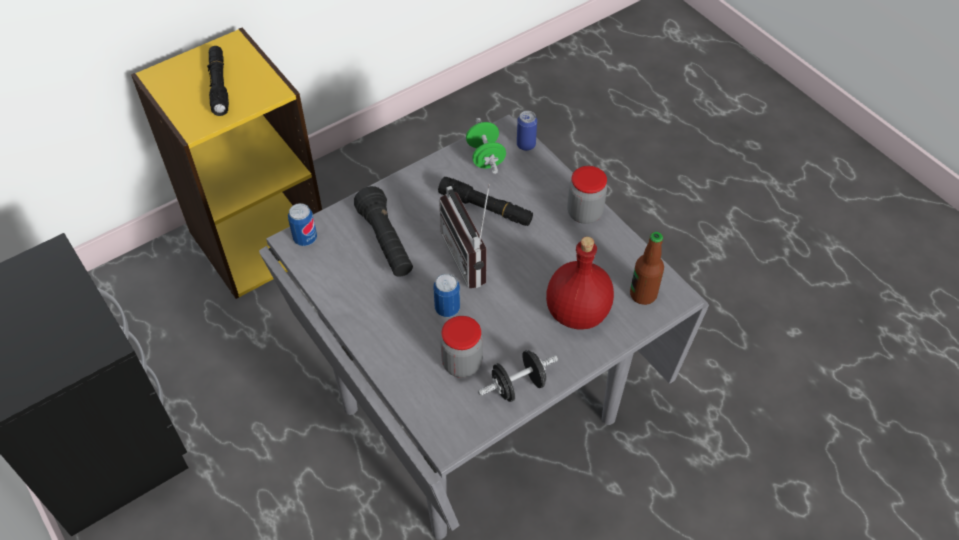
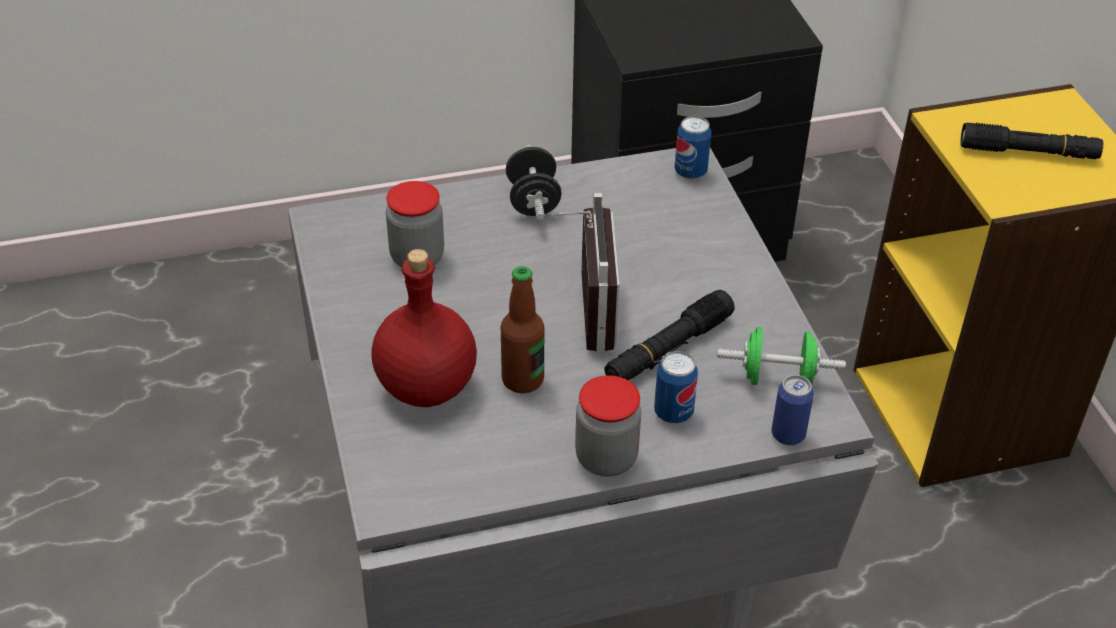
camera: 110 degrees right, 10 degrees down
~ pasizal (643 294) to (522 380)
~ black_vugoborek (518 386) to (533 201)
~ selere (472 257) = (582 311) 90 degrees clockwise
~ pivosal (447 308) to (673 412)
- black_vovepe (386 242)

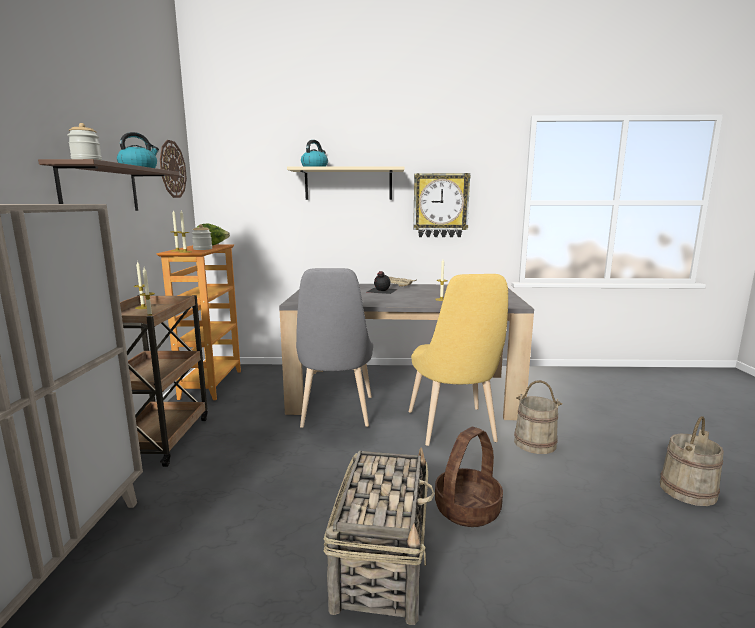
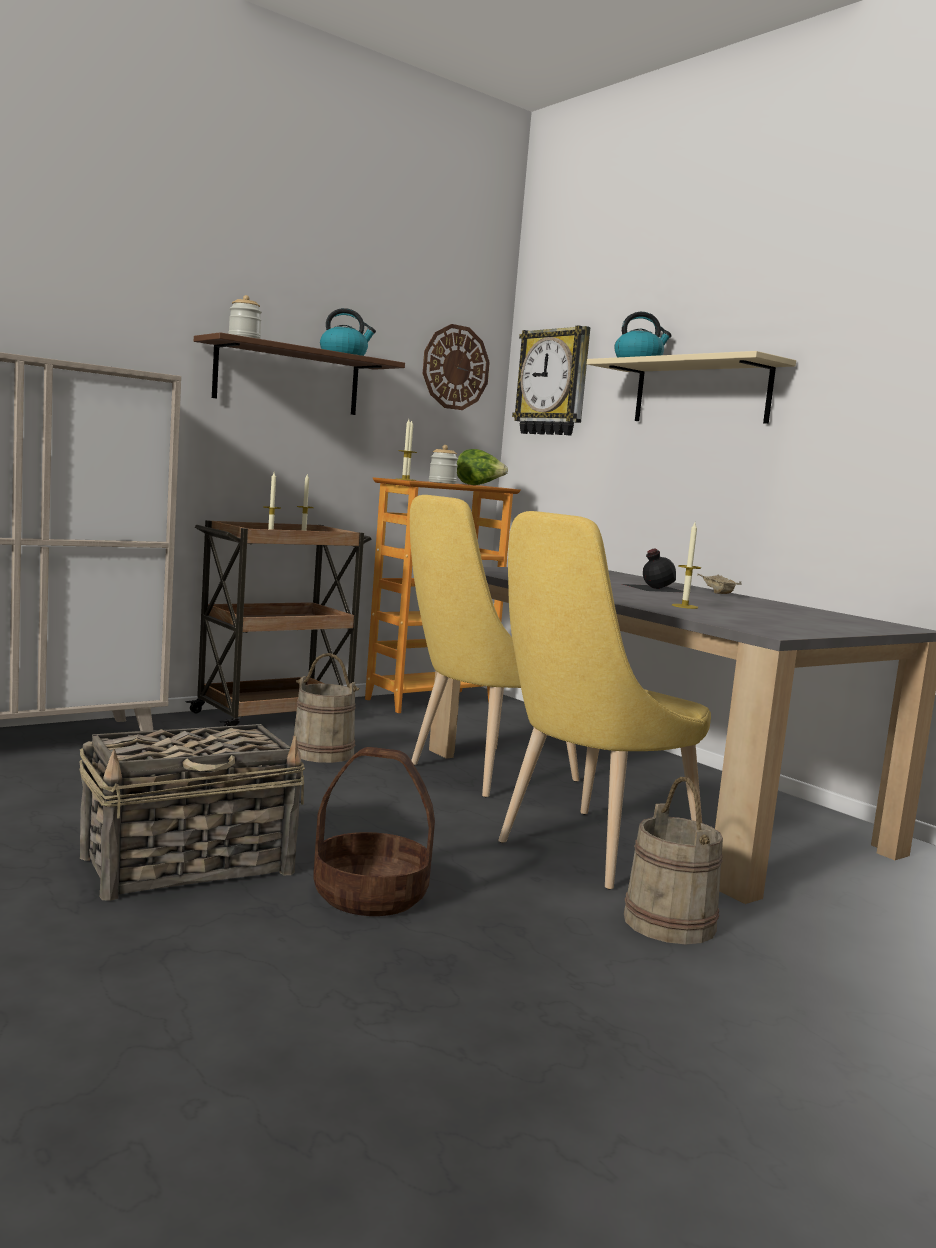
camera: 50 degrees right, 5 degrees down
~ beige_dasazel (687 490) to (323 753)
~ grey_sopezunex (336 414) to yellow_sopezunex (482 774)
~ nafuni (440 205) to (553 382)

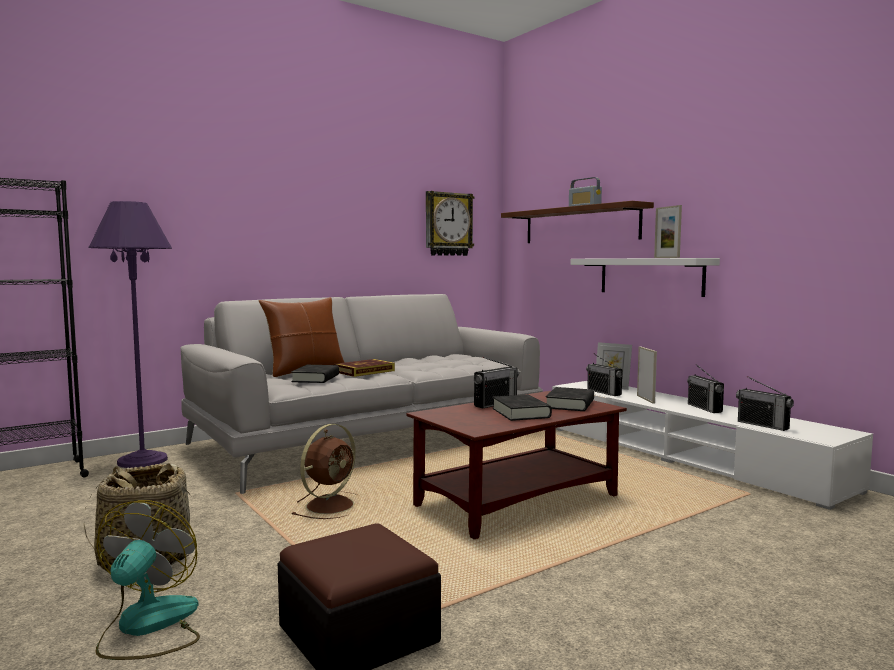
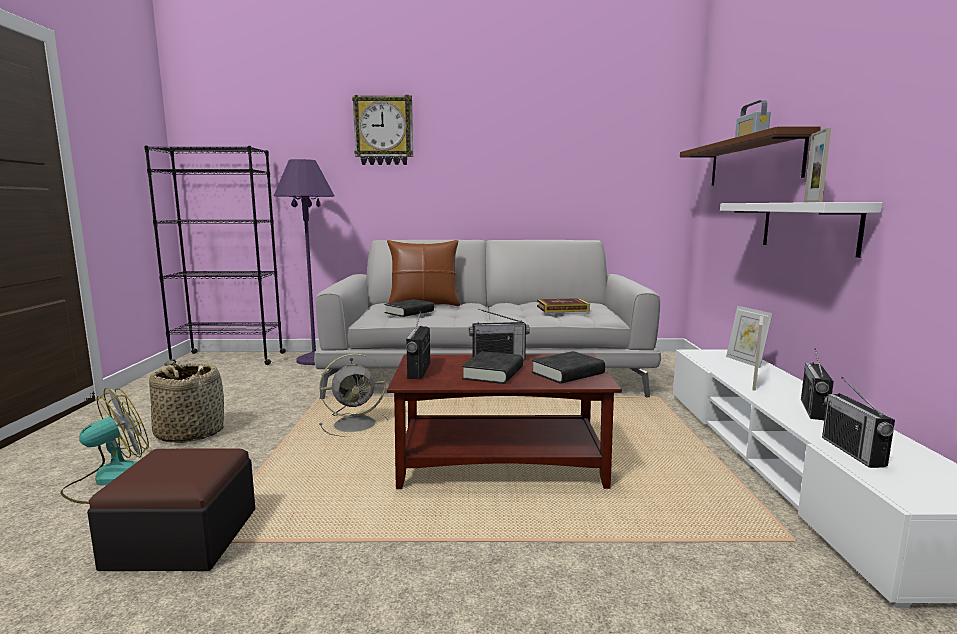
camera: 35 degrees right, 5 degrees up
~ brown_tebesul (331 505) to grey_tebesul (357 424)
~ nafuni (448 224) to (384 131)
~ selere (604 392) to (419 370)
~ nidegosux (364 371) to (562 309)

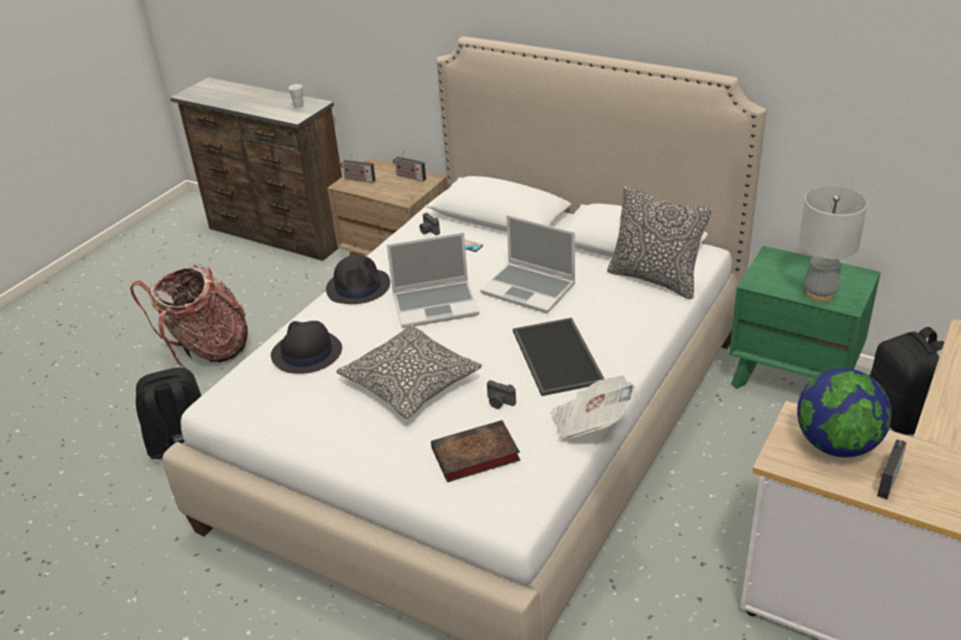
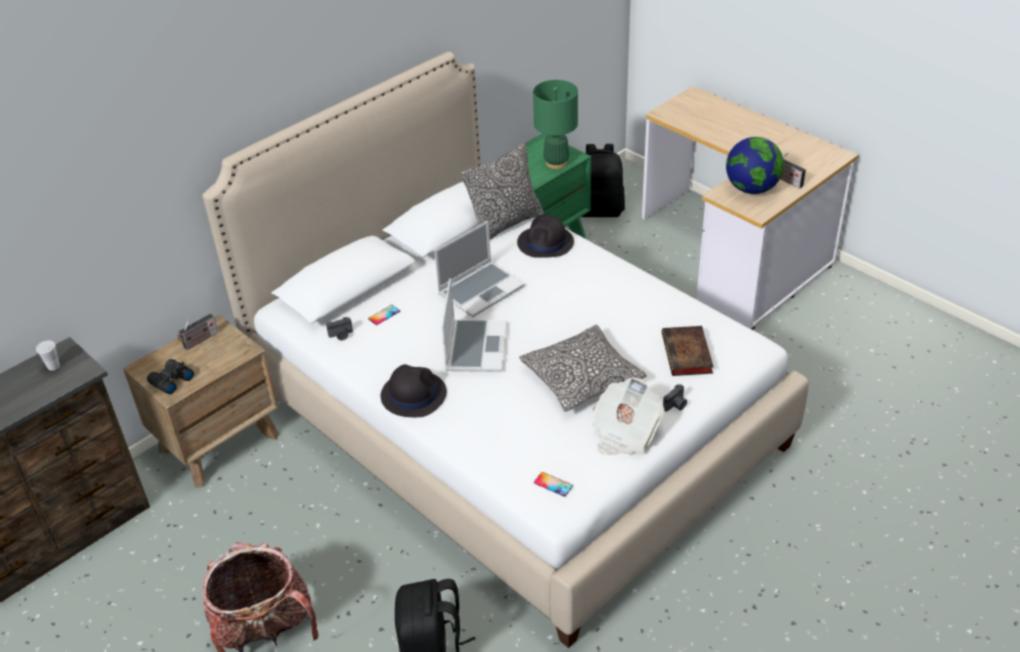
camera: 75 degrees left, 5 degrees up
~ selere (358 179) to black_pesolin (170 381)
~ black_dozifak (306 353) to (545 243)
~ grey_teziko (820 294) to green_teziko (556 163)
+ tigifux (553 484)
~ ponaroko (590 424) to (624 432)
~ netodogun (499 402) to (676 405)
- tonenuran (555 356)

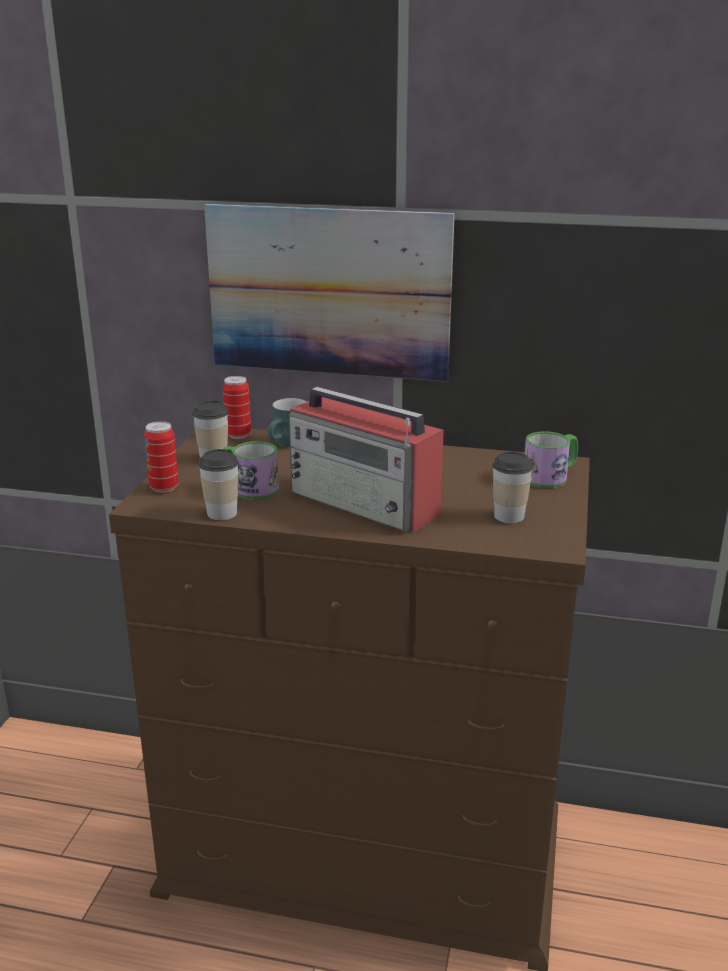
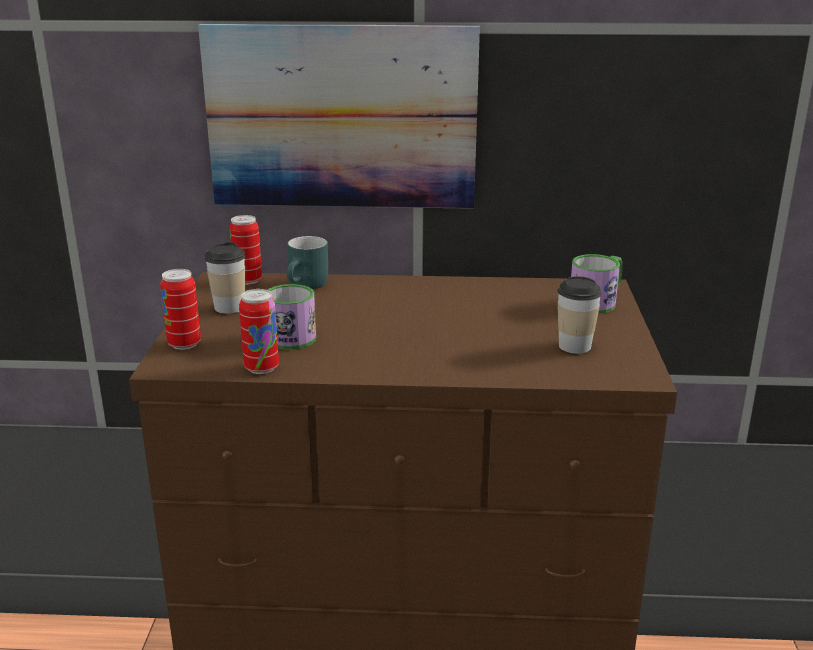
camera: 10 degrees left, 0 degrees up
~ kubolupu (222 513) to pivosal (261 368)
- selere (365 504)

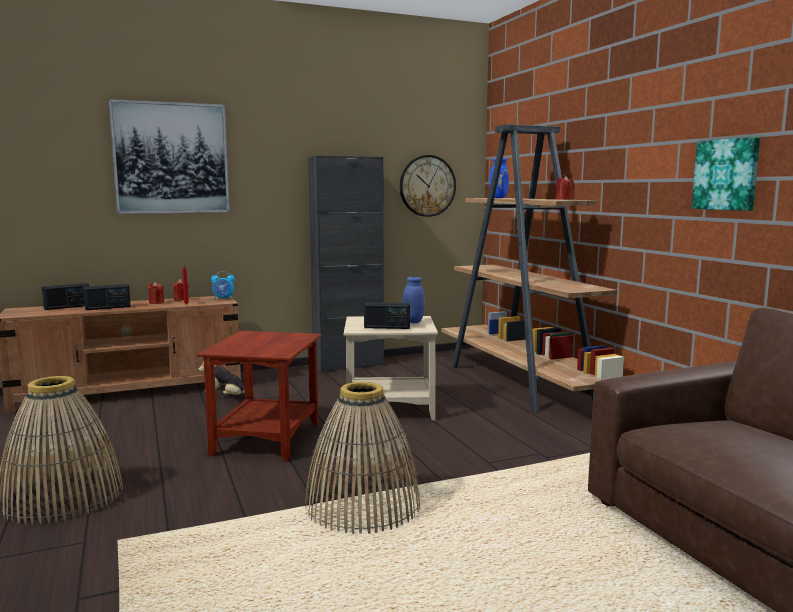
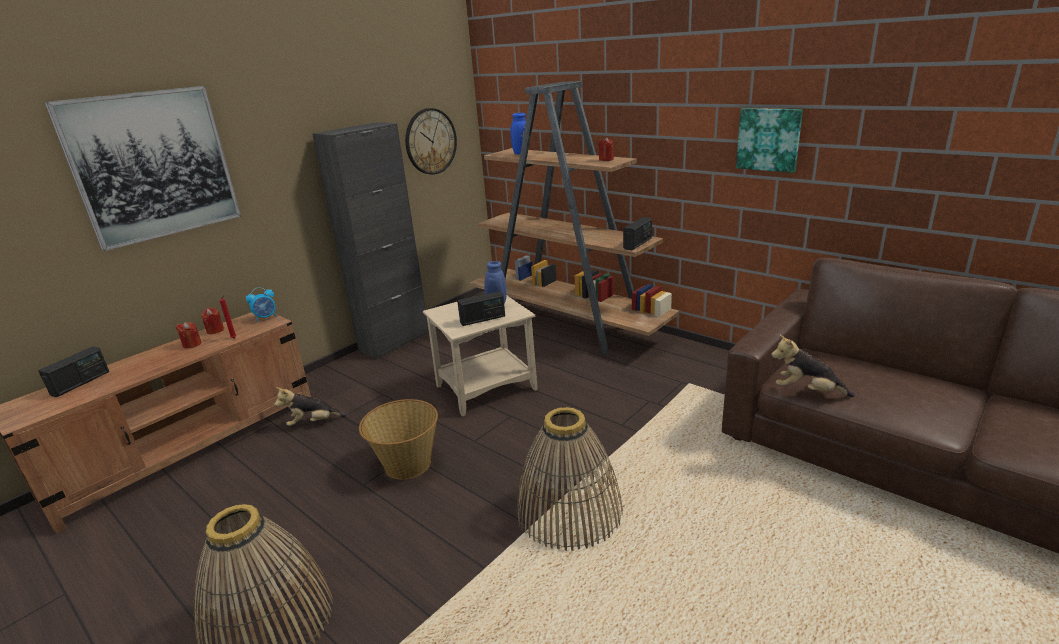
camera: 25 degrees left, 15 degrees up
~ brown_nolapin (265 439) to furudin (407 464)
~ selere (108 308) to (638 244)
+ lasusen (807 391)

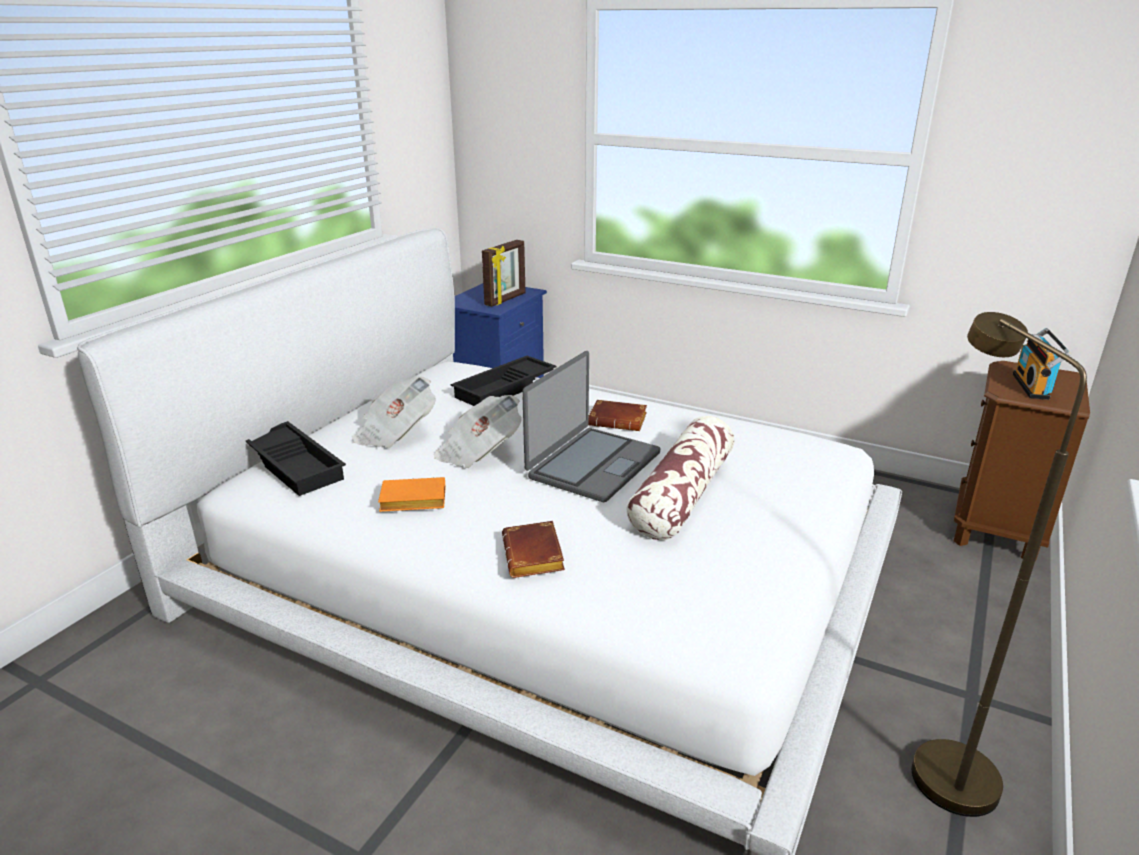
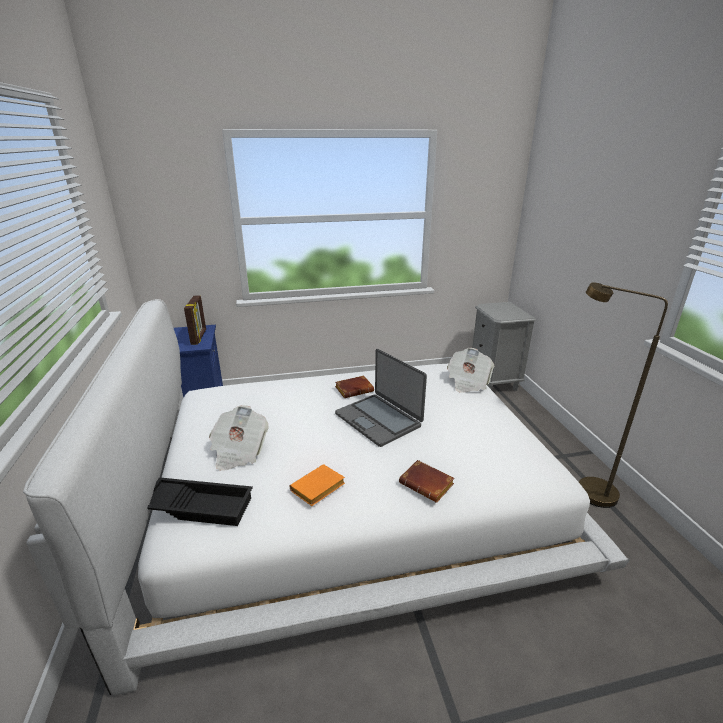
camera: 40 degrees left, 0 degrees up
~ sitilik (592 465) = (379 420) 150 degrees clockwise
~ ponaroko (478 452) to (468 382)
~ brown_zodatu (997 530) to grey_zodatu (493 381)
- black_tonenuran (505 388)
- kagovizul (682 494)
- selere (1034 387)

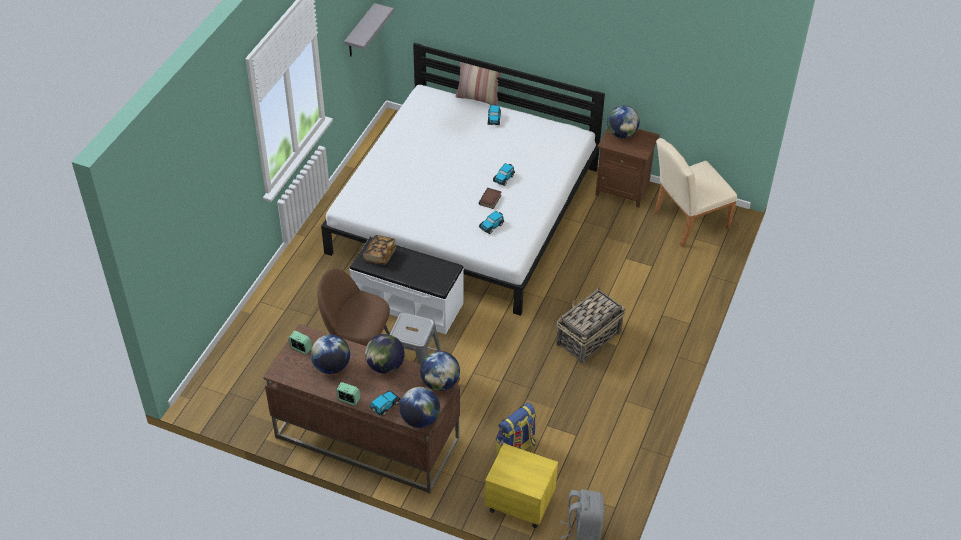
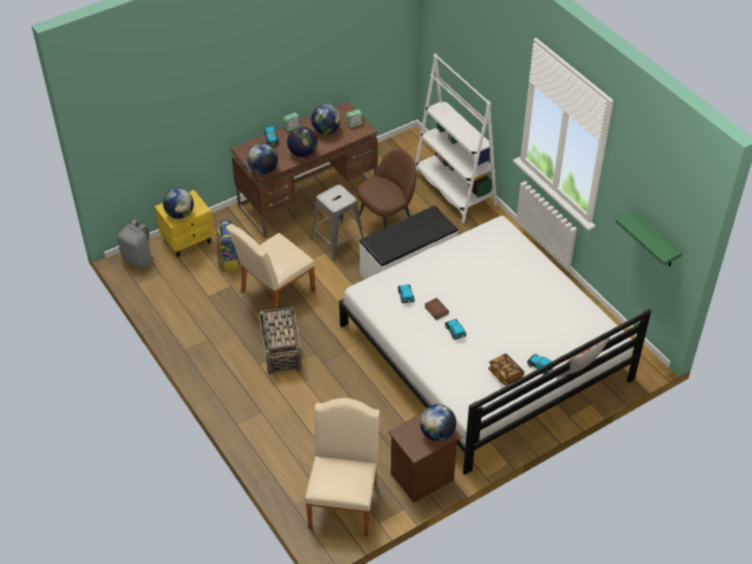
camera: 125 degrees right, 0 degrees up
~ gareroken (420 419) to (180 214)
+ beige_sopezunex (273 293)
+ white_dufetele (454 190)
~ nidegosux (380 255) to (505 374)
~ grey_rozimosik (360 32) to green_rozimosik (655 241)

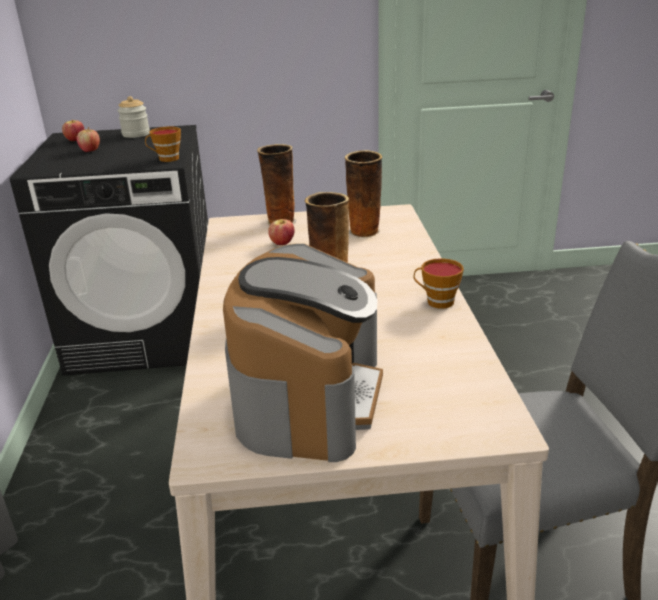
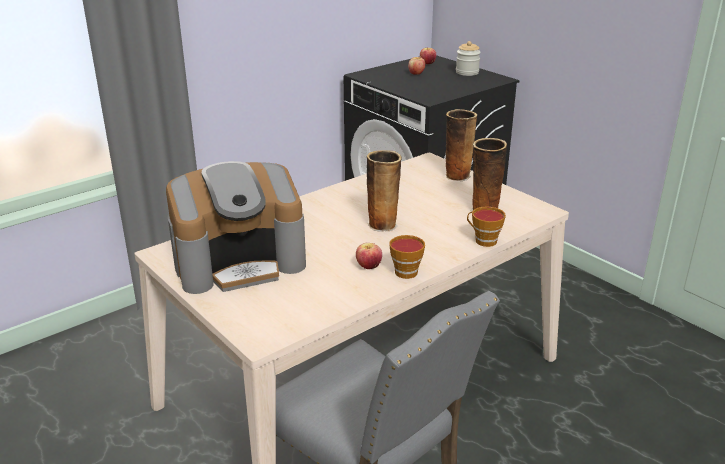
camera: 55 degrees right, 0 degrees up
~ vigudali (282 243) to (368 267)
~ kubolupu (166 159) to (483 240)

